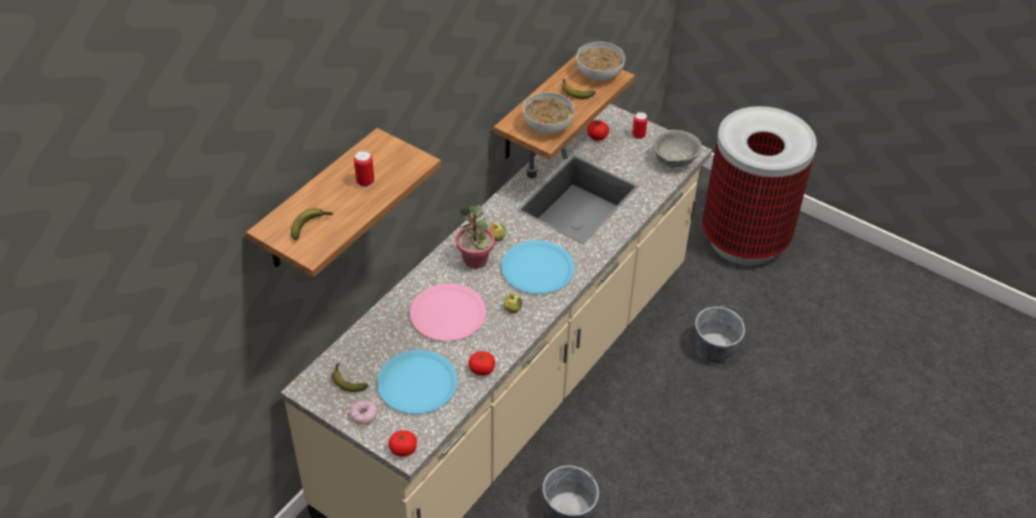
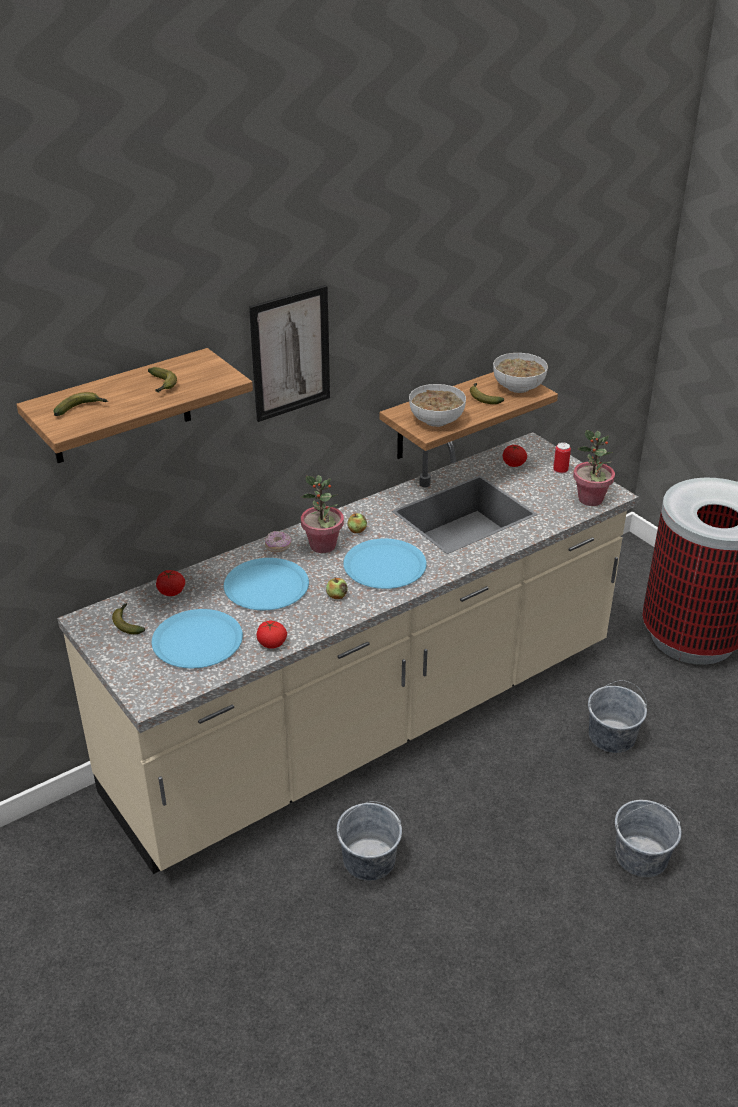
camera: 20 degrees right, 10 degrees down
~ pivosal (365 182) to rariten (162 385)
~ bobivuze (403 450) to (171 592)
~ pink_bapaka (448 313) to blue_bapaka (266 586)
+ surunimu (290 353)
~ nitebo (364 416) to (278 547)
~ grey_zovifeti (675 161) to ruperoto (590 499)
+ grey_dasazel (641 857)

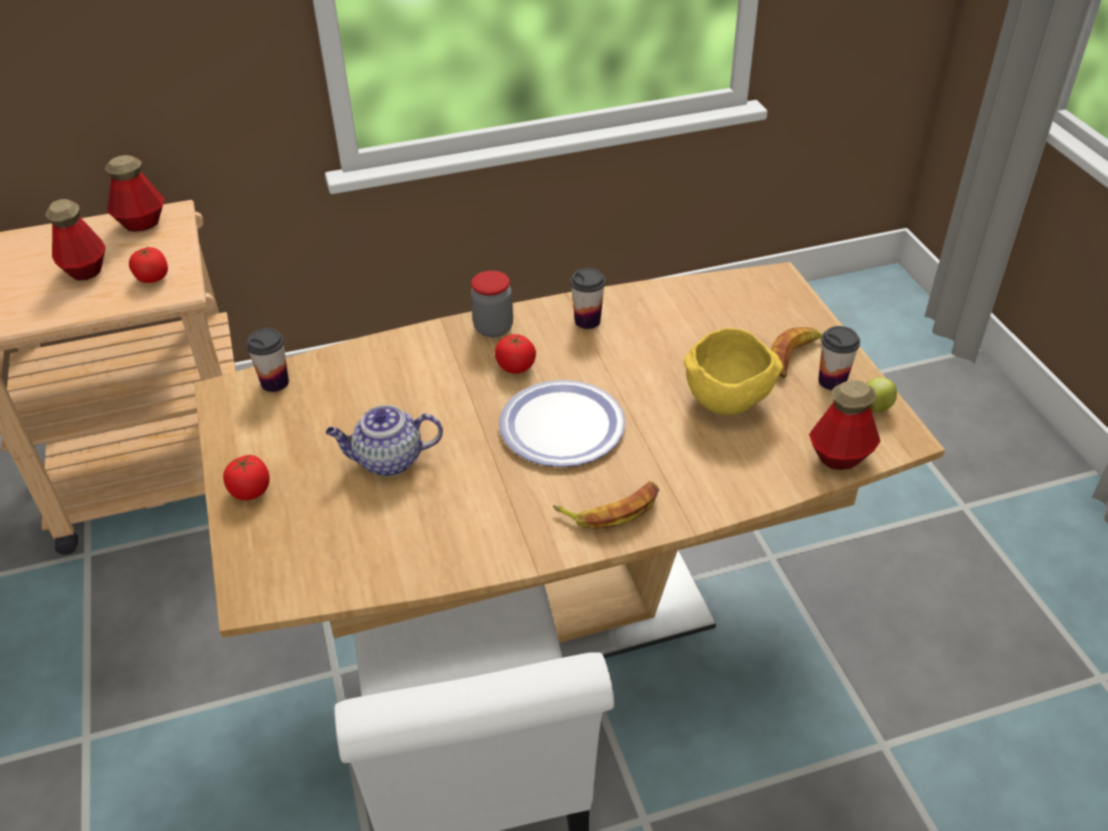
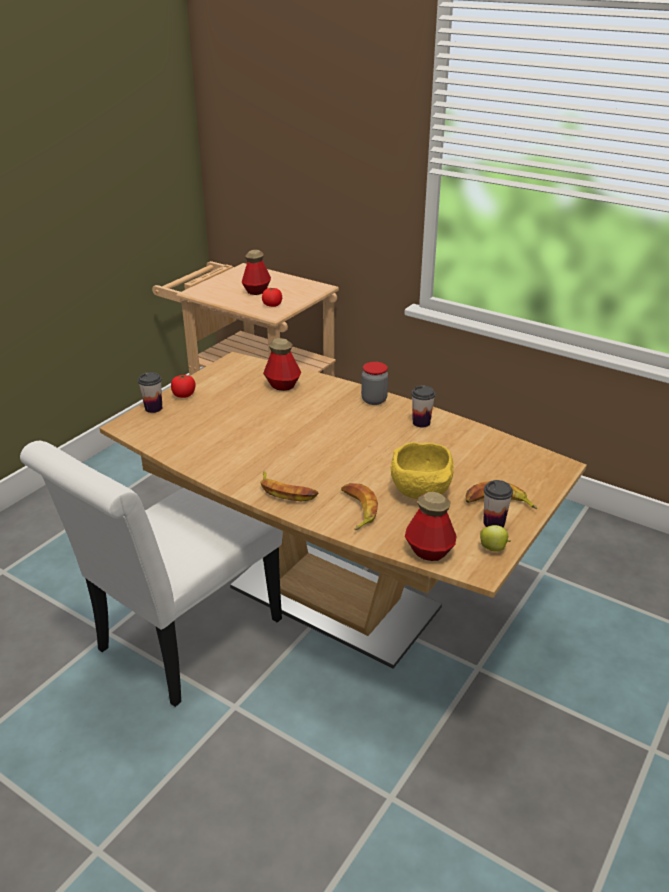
camera: 50 degrees right, 10 degrees down
~ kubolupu (275 382) to (153 408)
~ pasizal (142 223) to (282 385)
+ rariten (357 509)
- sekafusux (388 461)
- bobivuze (515 367)
- bapaka (562 426)

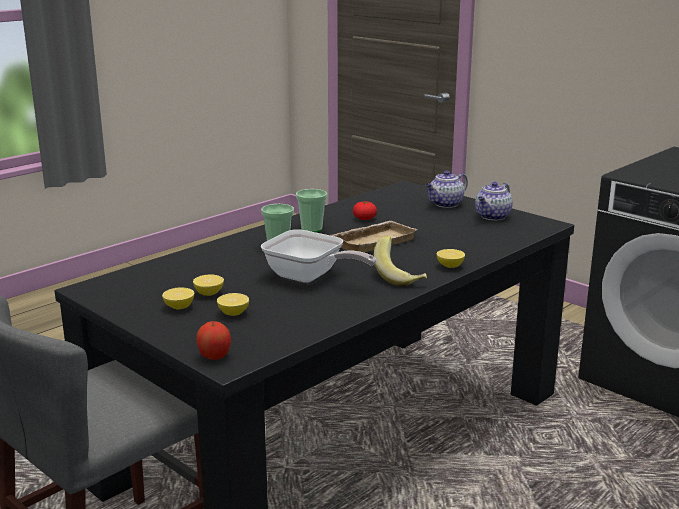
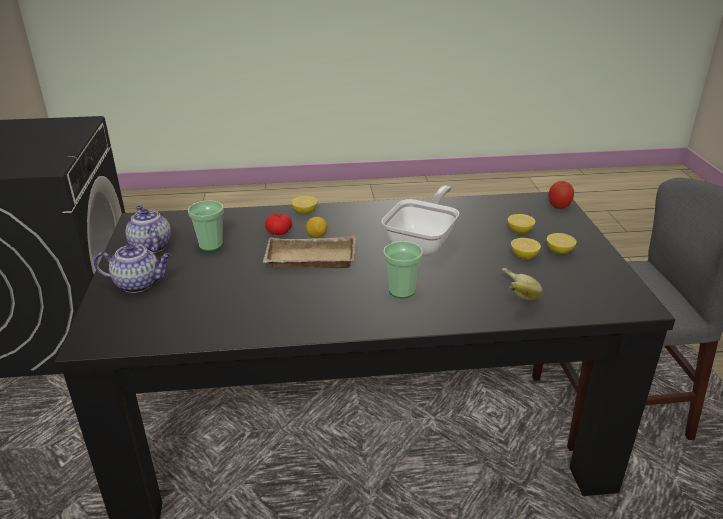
camera: 140 degrees left, 10 degrees up
~ sekafusux (492 217) = (150 246) 105 degrees counterclockwise
~ kubolupu (311 229) to (210 245)
~ bobivuze (364 219) to (279 232)
+ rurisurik (316 236)
~ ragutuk (310 277) = (423 242) 45 degrees clockwise
~ rariten (400 277) to (512 297)

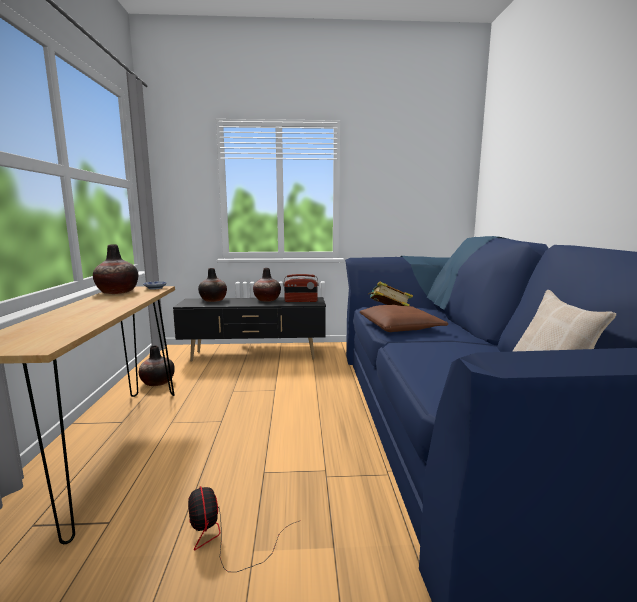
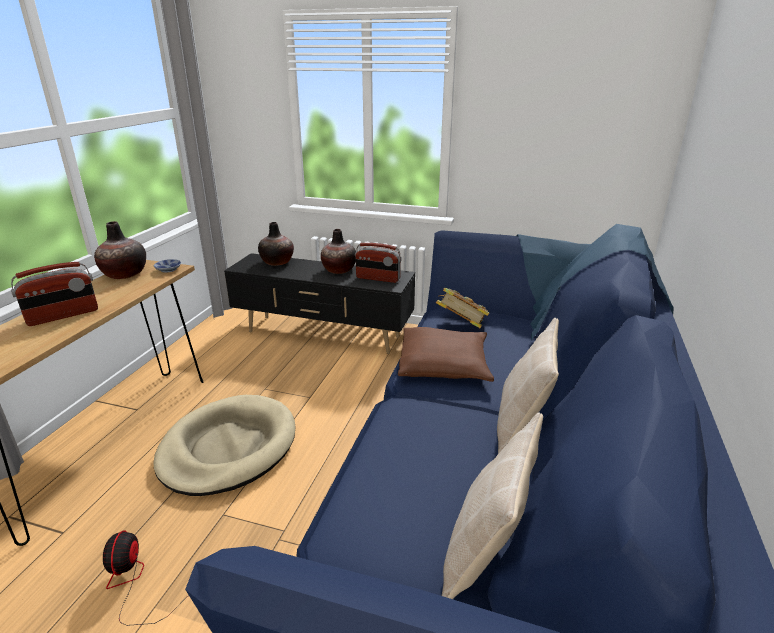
camera: 20 degrees right, 15 degrees up
+ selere (63 316)
+ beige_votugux (228 448)
+ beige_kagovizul (521 425)
- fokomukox (158 382)

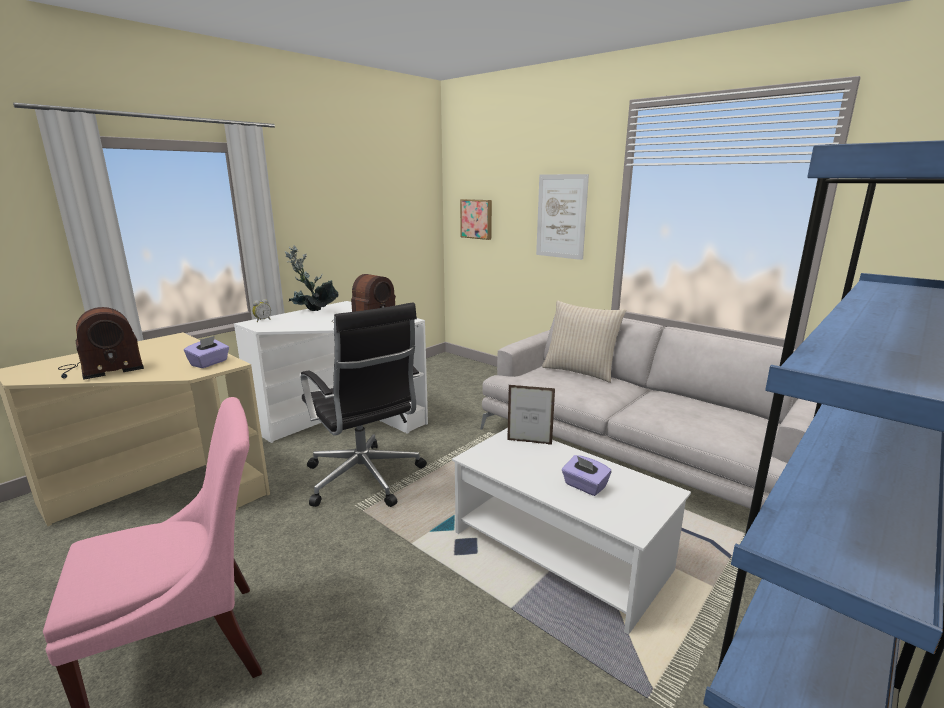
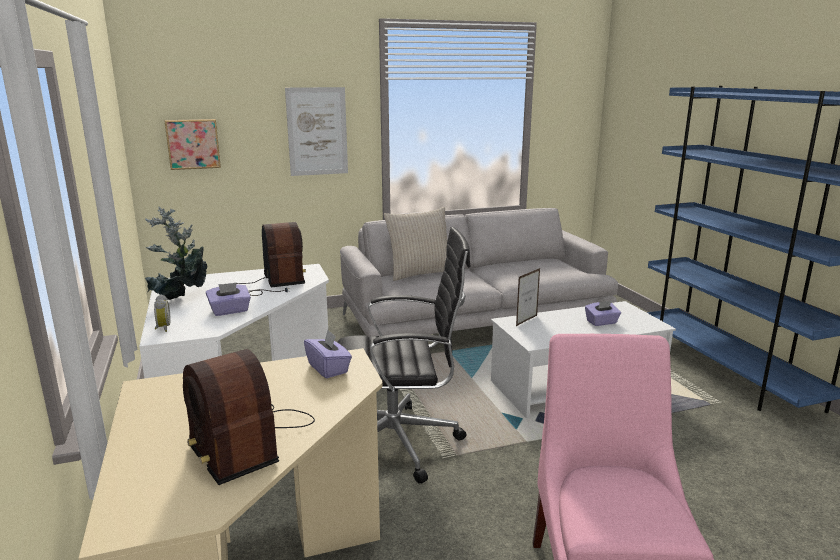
camera: 60 degrees left, 0 degrees up
~ selere (101 369) = (248 440) 150 degrees clockwise
+ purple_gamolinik (230 311)

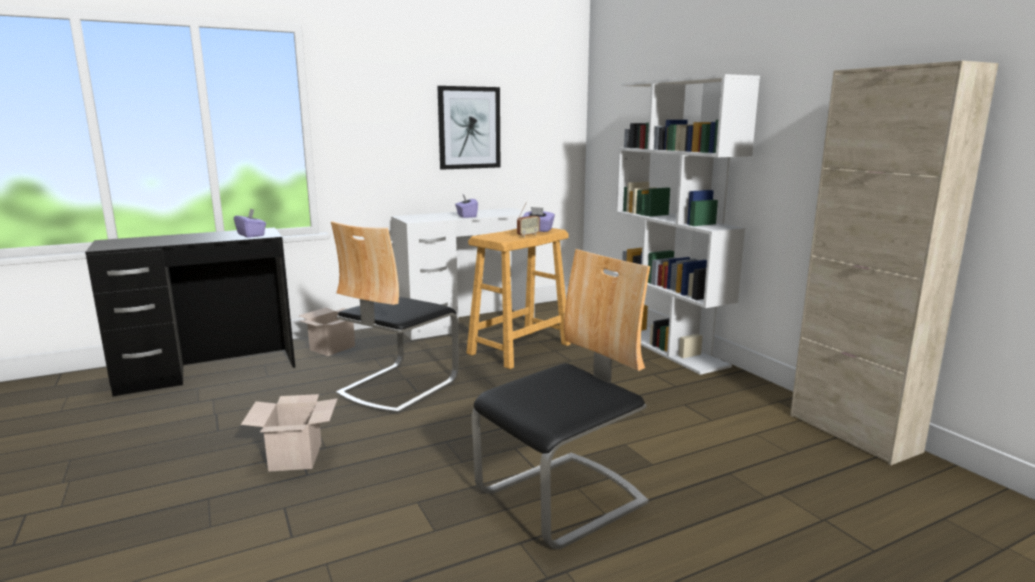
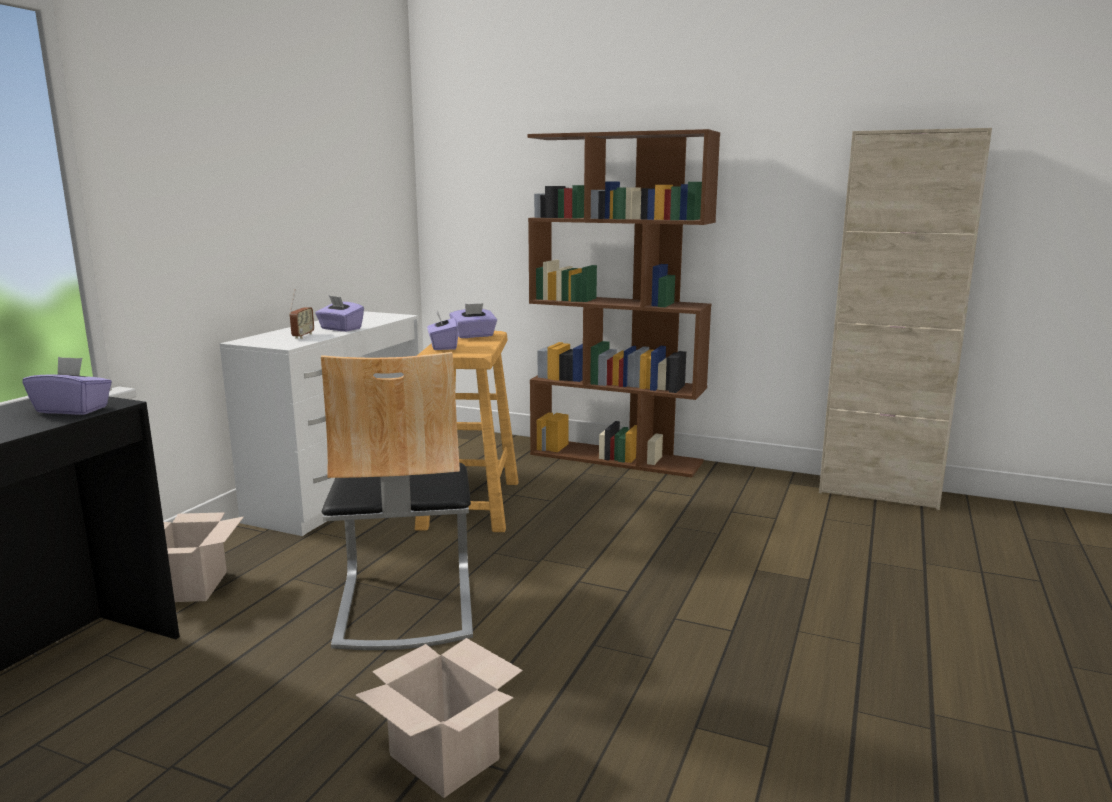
camera: 40 degrees left, 0 degrees up
~ selere (528 235) to (303 336)
+ purple_gamolinik (443 346)
~ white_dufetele (667 347) to brown_dufetele (616 458)
- surunimu (469 128)
- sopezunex (562 499)

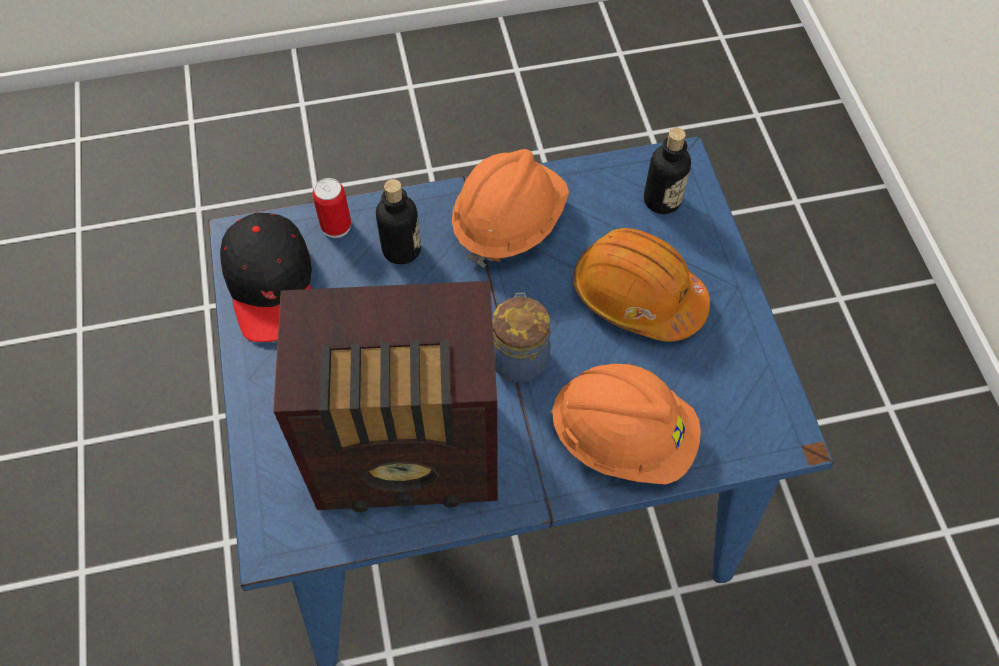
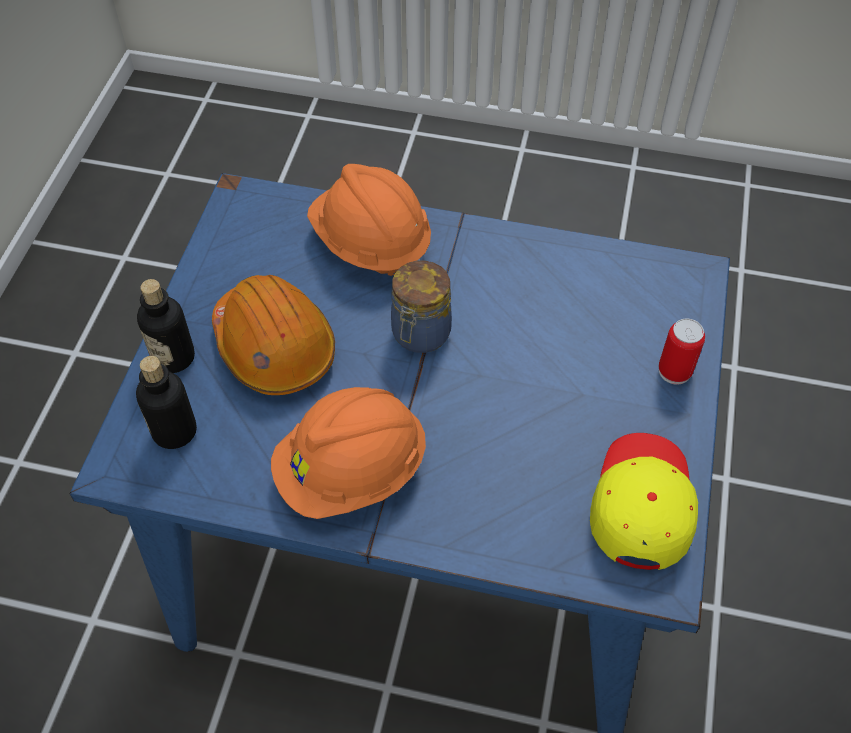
camera: 155 degrees left, 5 degrees down
~ pasizal (401 249) to (173 357)
~ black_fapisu (272 285) to yellow_fapisu (641 504)
~ pivosal (336 226) to (674 371)
- selere (411 457)

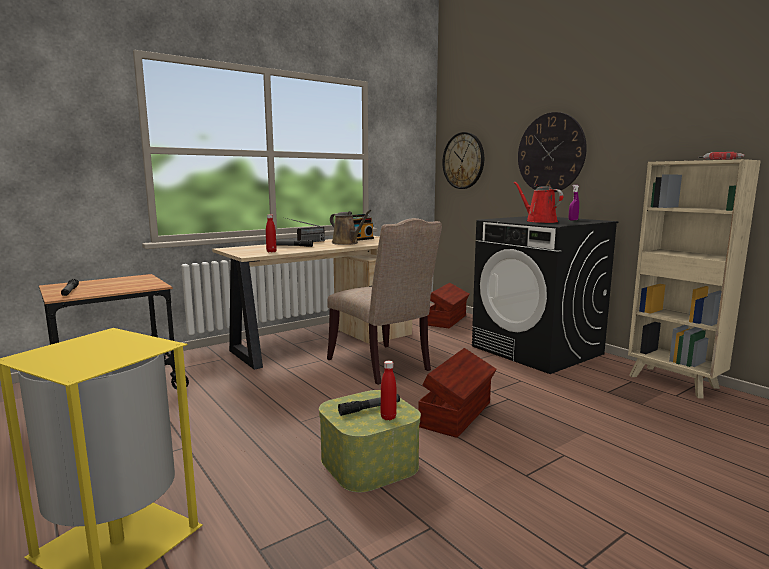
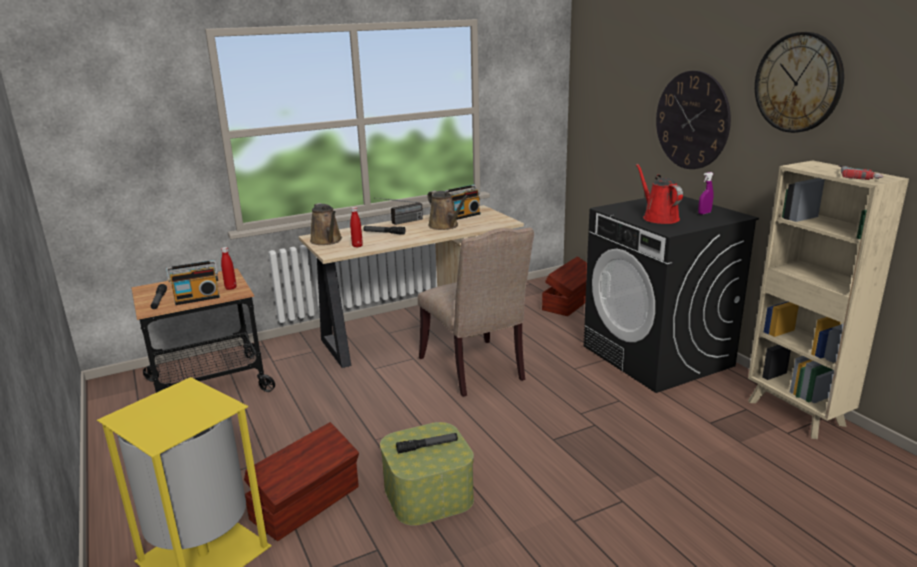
camera: 10 degrees right, 10 degrees up
+ selere (197 298)
~ red_pasizal (388 417) to (231 288)
~ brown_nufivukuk (457 414) to (307 503)
+ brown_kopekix (327 241)
~ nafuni (463 160) to (798 83)

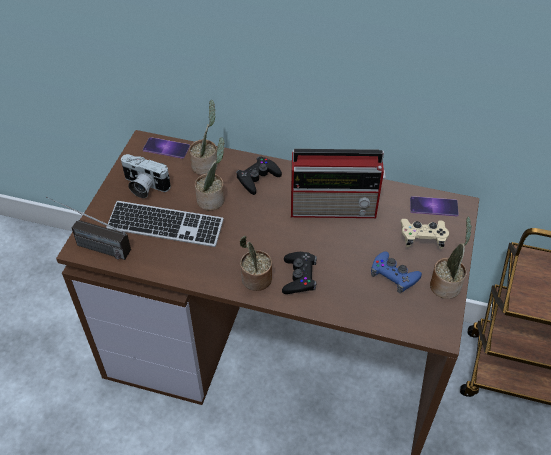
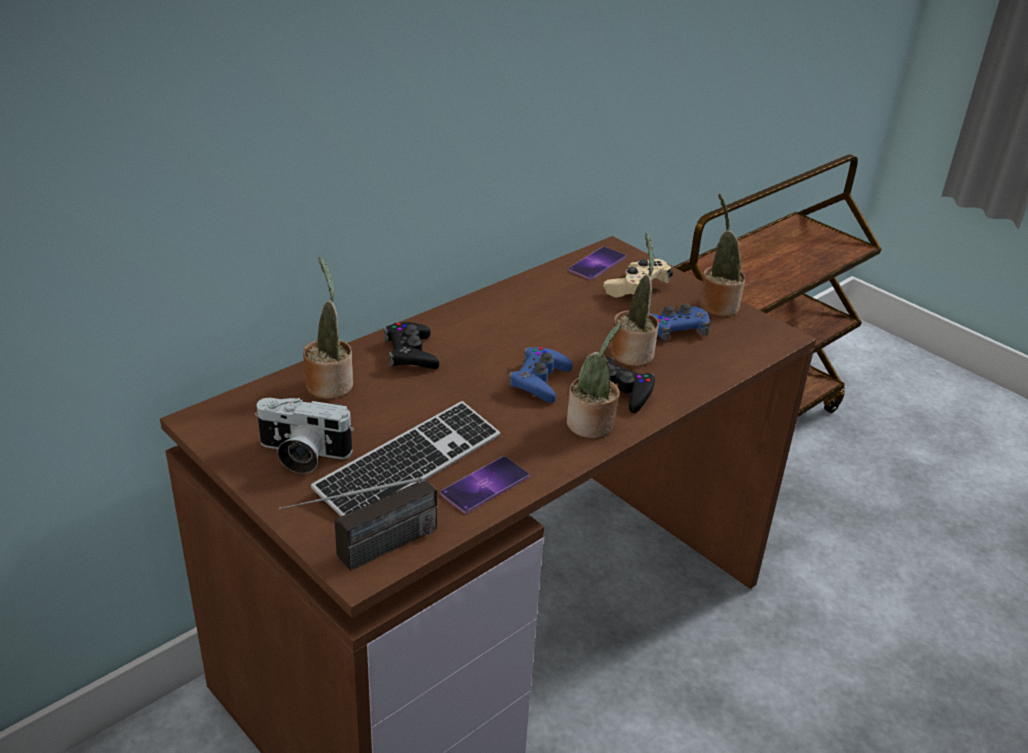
camera: 60 degrees left, 15 degrees down
~ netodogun (144 186) = (301 455) 45 degrees clockwise
~ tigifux (166 148) to (485 485)
+ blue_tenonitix (539 380)
~ ruperoto (212 199) to (632 352)
- selere (335 207)

